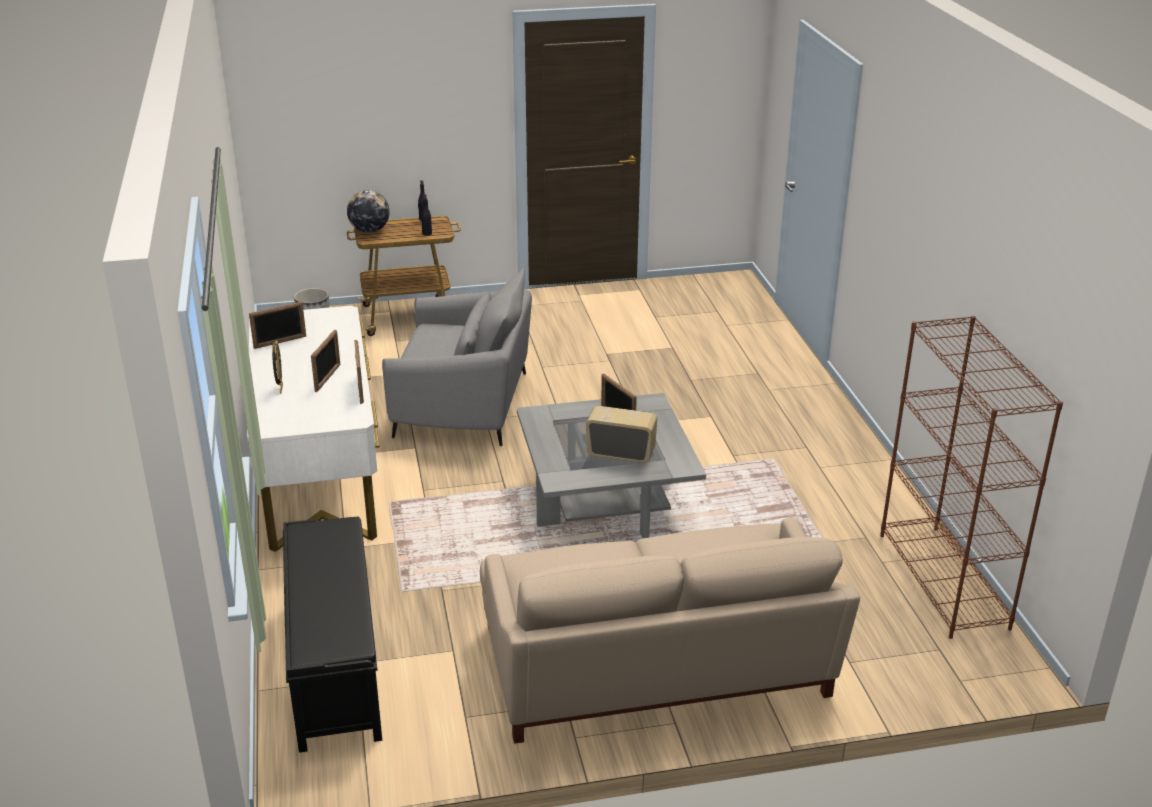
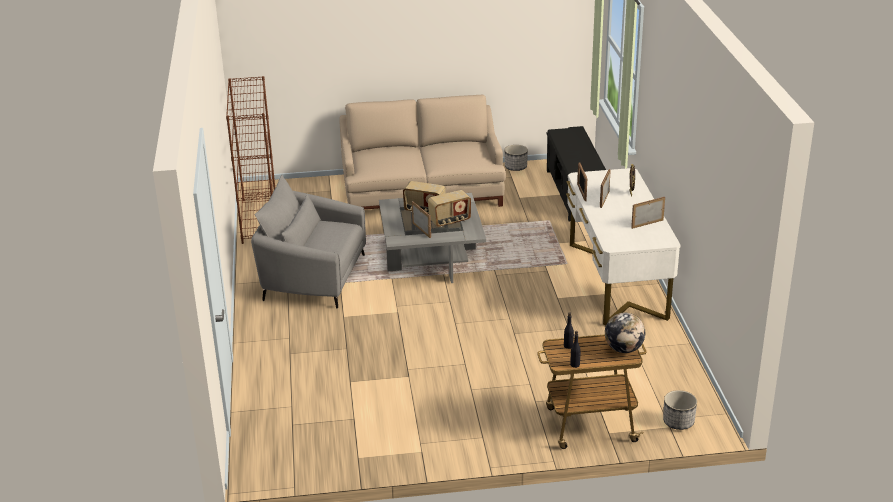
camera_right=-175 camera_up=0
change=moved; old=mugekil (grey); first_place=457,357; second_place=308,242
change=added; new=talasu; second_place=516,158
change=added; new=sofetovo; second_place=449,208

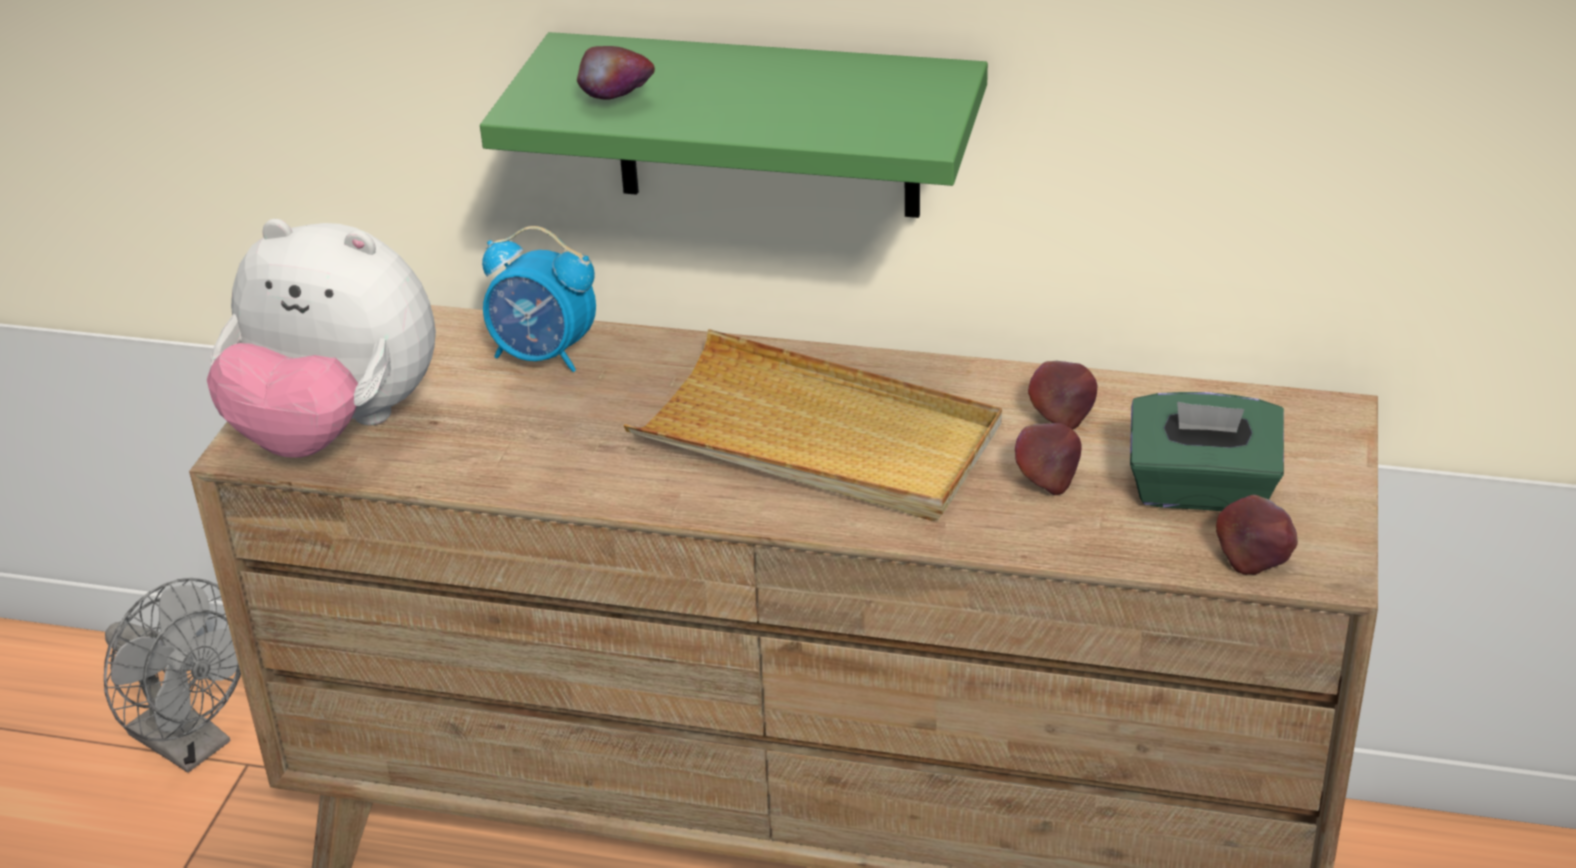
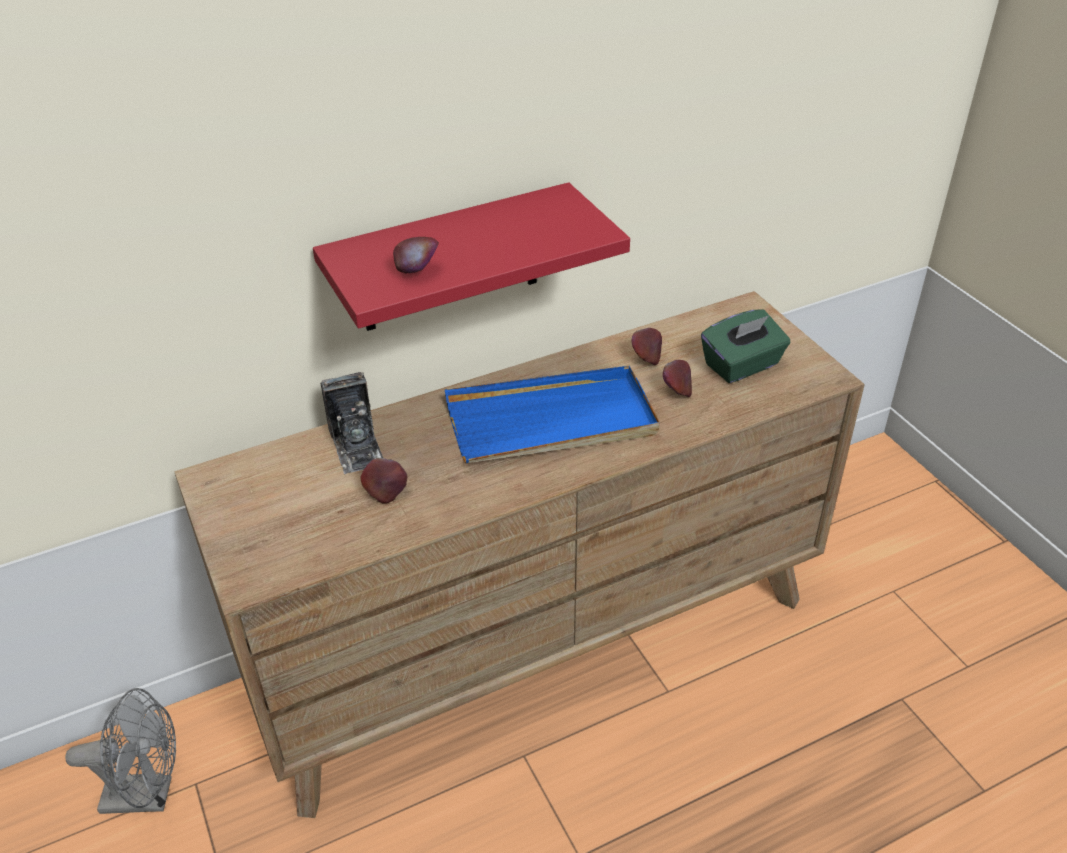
camera_right=-40 camera_up=5
change=recoloured; old=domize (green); new=domize (red); first_place=734,125; second_place=471,256
change=removed; old=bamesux; first_place=321,338
change=replaced; old=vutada; new=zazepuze; first_place=539,299; second_place=352,423
change=recoloured; old=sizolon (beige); new=sizolon (blue); first_place=812,425; second_place=552,414
change=moved; old=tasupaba; first_place=1257,535; second_place=384,481

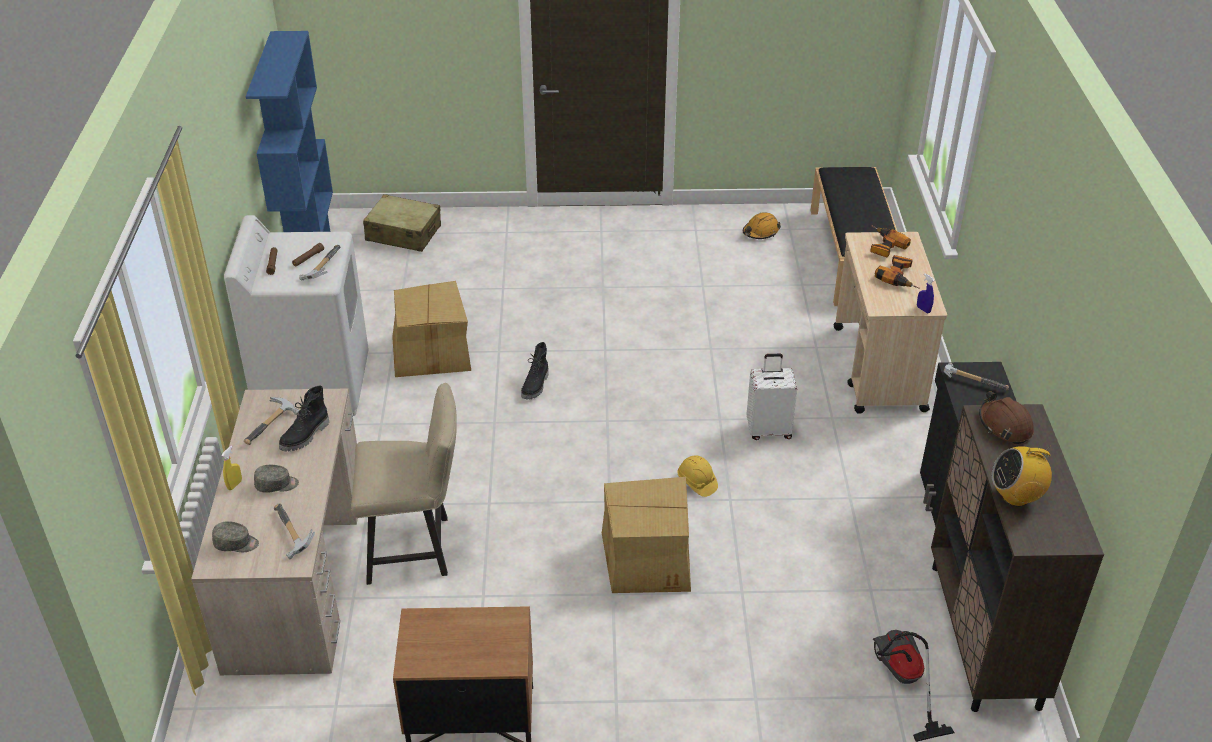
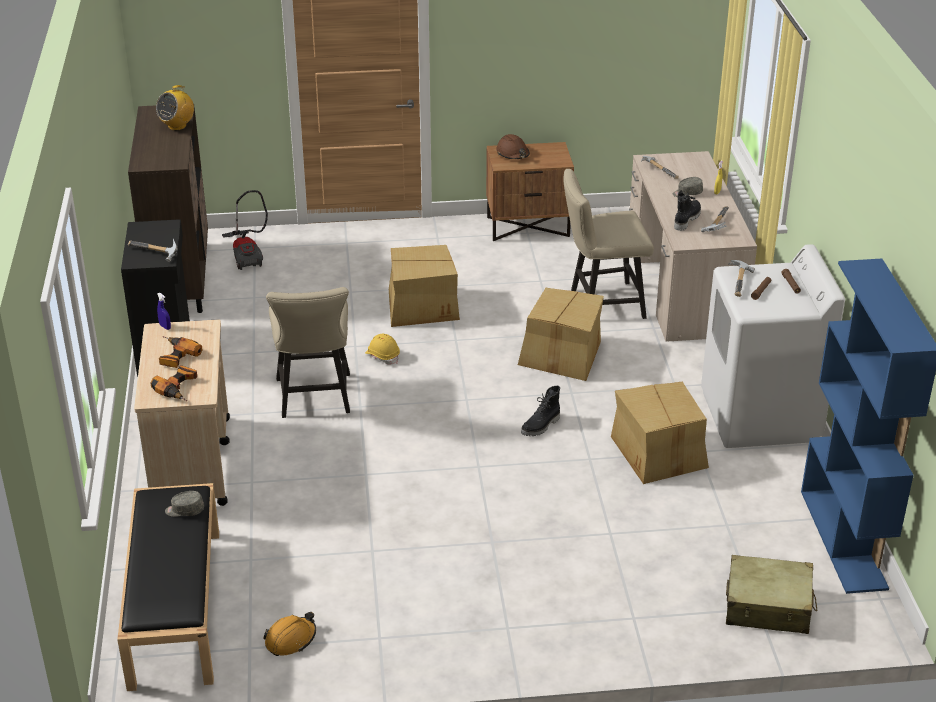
camera_right=175 camera_up=-5
change=turned; old=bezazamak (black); first_place=534,371; second_place=540,411; degrees=-150
change=replaced; old=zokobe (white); new=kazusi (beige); first_place=771,397; second_place=308,352
change=moved; old=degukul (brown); first_place=1006,417; second_place=513,146
change=turned; old=sofetovo; first_place=1022,476; second_place=175,108; degrees=135
change=moved; old=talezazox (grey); first_place=235,536; second_place=184,504
change=added; new=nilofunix; second_place=561,334

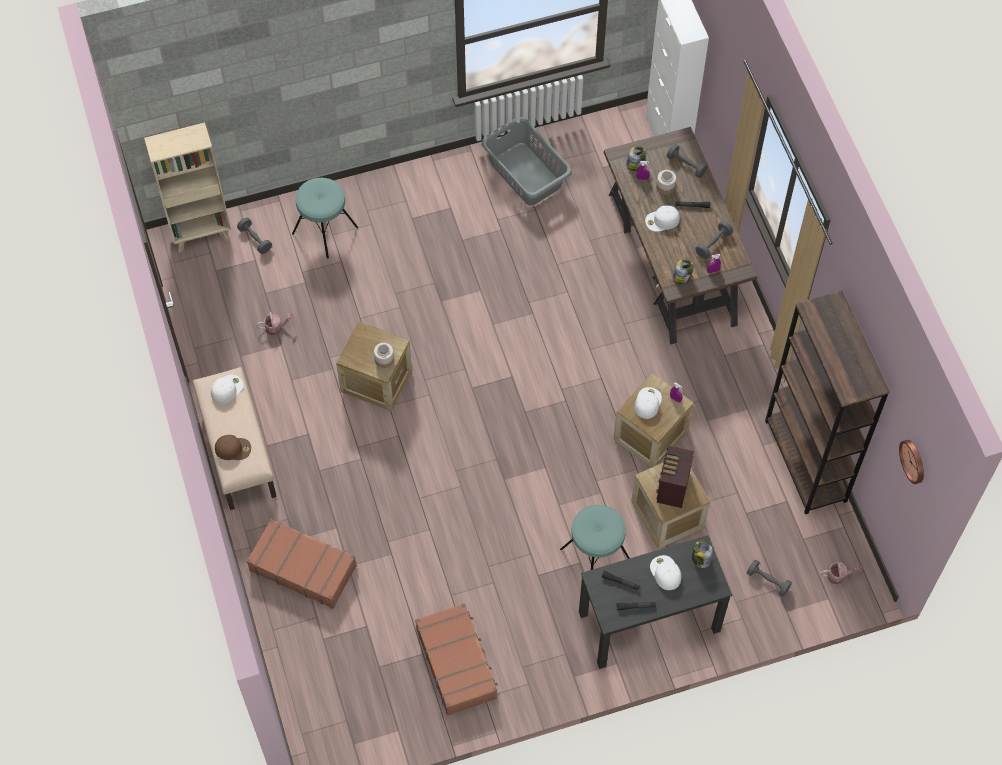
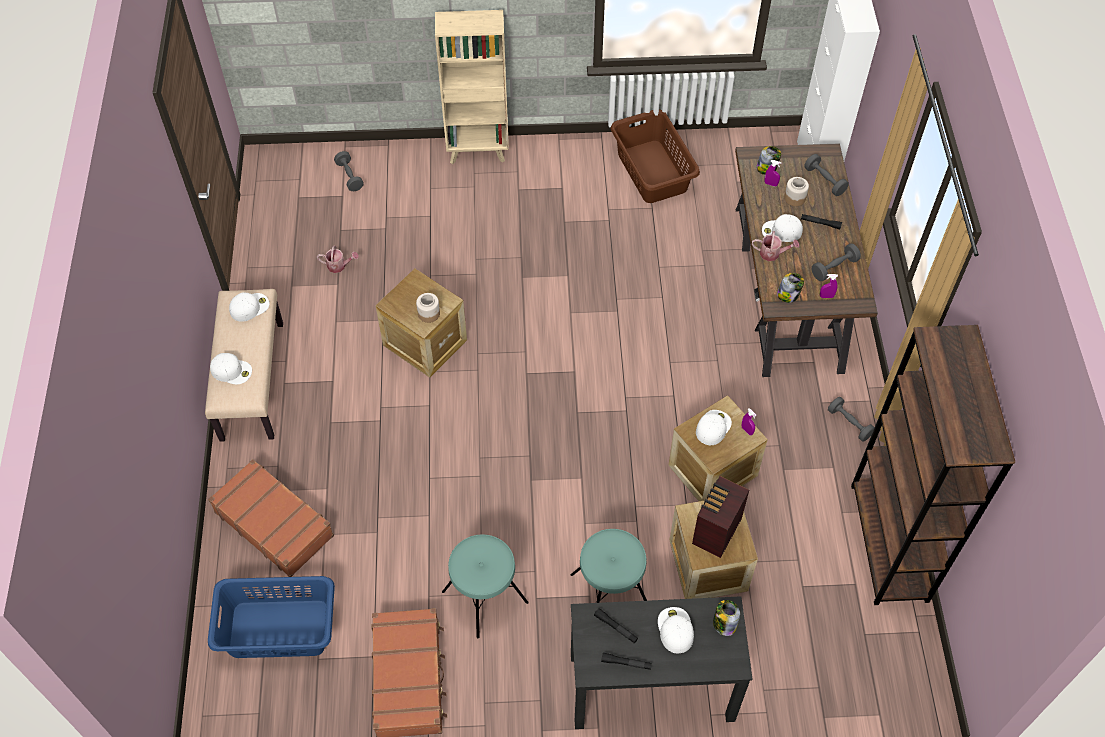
camera_right=15 camera_up=-5
change=recoloured; old=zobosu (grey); new=zobosu (brown); first_place=526,161; second_place=655,156
change=moved; old=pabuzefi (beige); first_place=187,187; second_place=472,87
change=moved; old=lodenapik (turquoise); first_place=325,218; second_place=485,586
change=recoloured; old=talezazox (brown); new=talezazox (white); first_place=233,447; second_place=231,368
change=removed; old=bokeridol; first_place=911,462
change=moved; old=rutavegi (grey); first_place=769,578; second_place=851,419
change=moved; old=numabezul; first_place=841,572; second_place=775,246
change=added; new=zobosu (blue); second_place=271,617

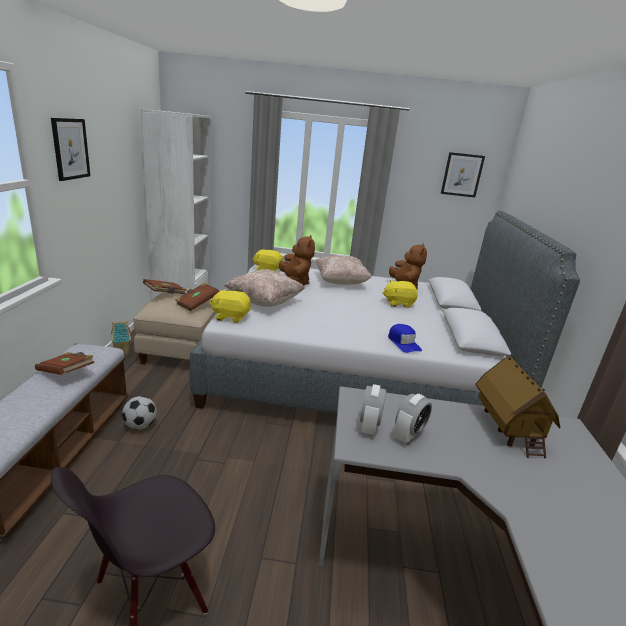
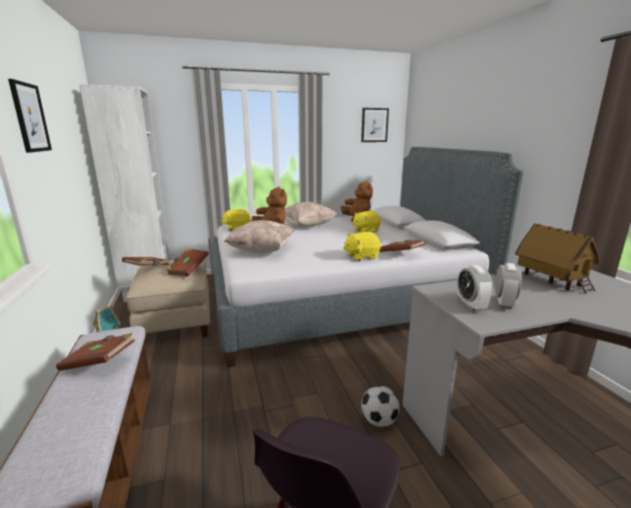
camera_right=-20 camera_up=-5
change=moved; old=bamesux (yellow); first_place=230,306; second_place=362,246
change=replaced; old=talezazox (blue); new=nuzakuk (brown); first_place=405,338; second_place=402,245
change=moved; old=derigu; first_place=139,413; second_place=380,406

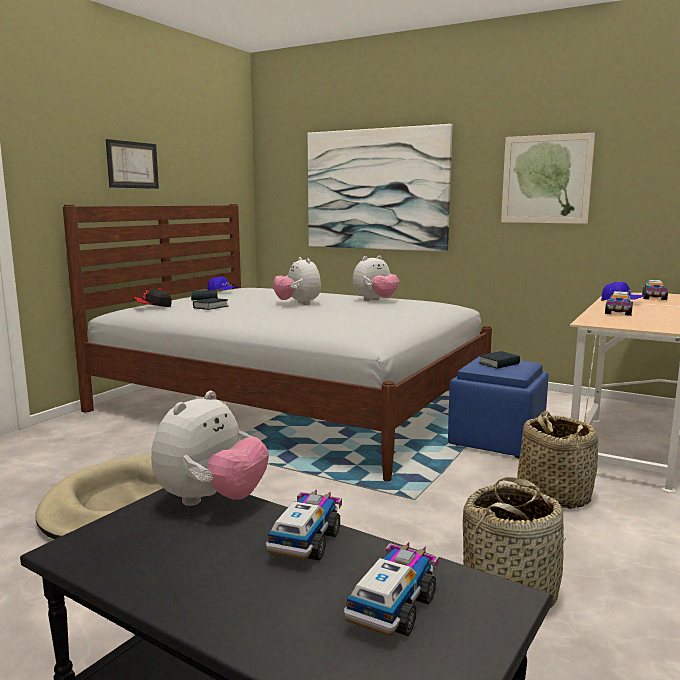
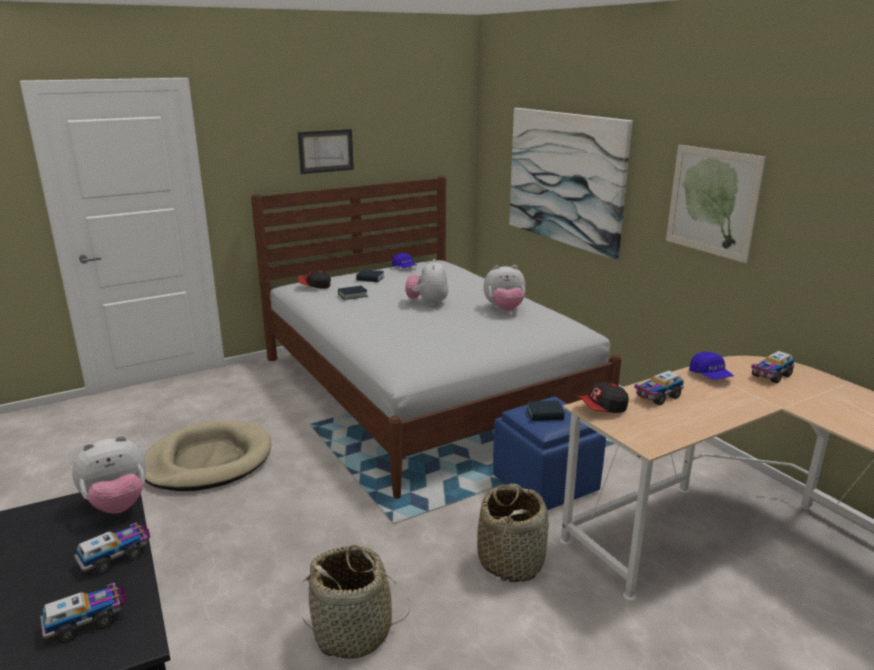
camera_right=30 camera_up=10
change=added; new=talezazox; second_place=602,397

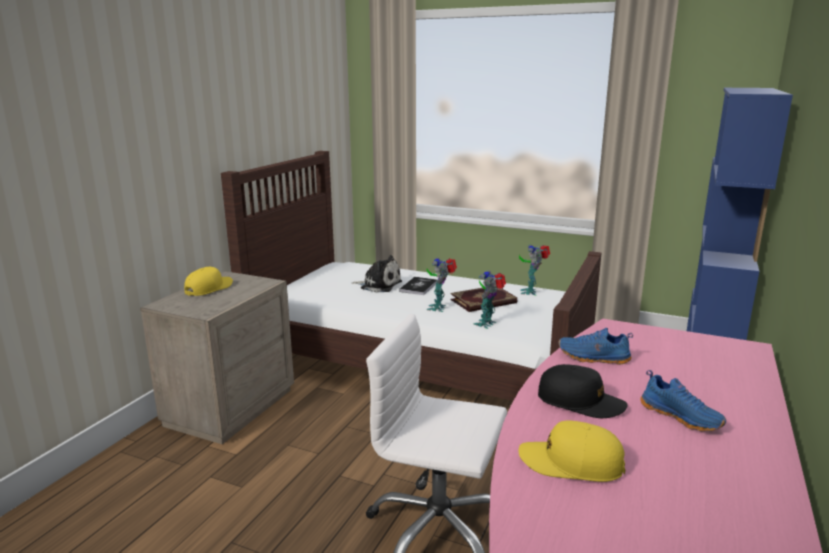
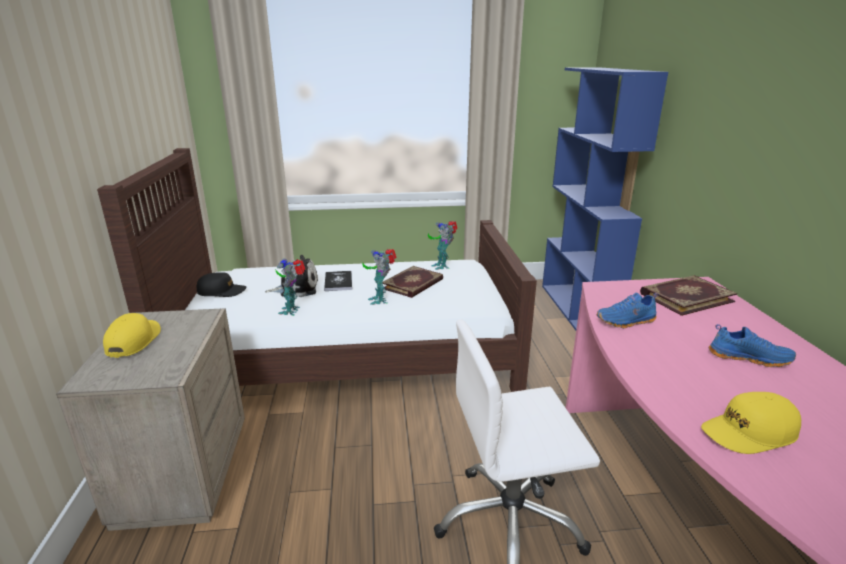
camera_right=-30 camera_up=5
change=moved; old=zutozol; first_place=489,299; second_place=290,287
change=moved; old=talezazox (black); first_place=583,391; second_place=222,284
change=added; new=nuzakuk; second_place=688,295

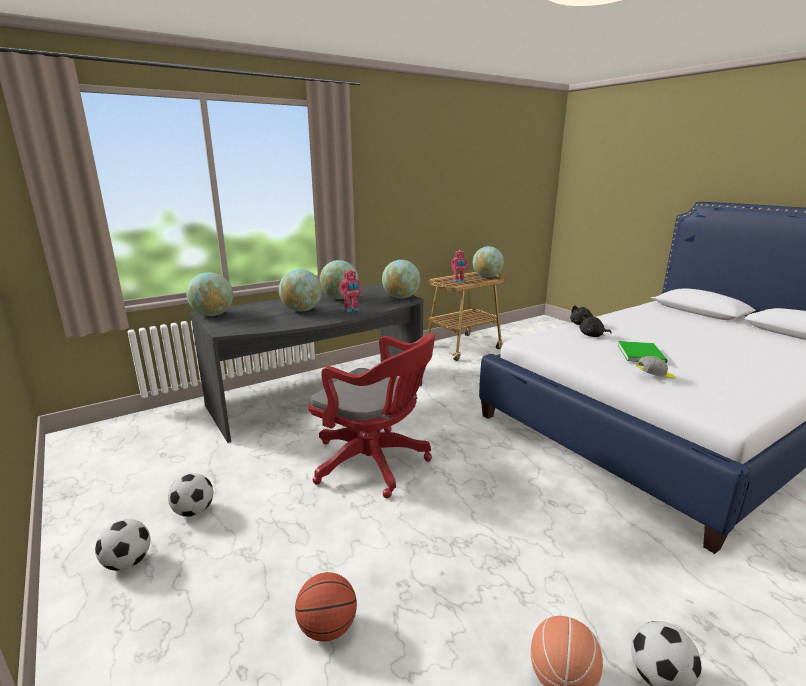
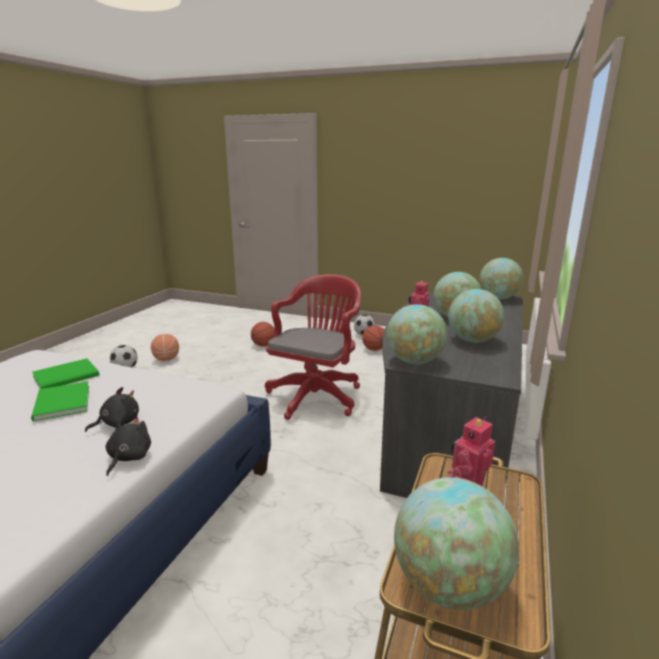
camera_right=145 camera_up=0
change=turned; old=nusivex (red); first_place=371,415; second_place=313,347; degrees=120
change=replaced; old=talezazox; new=nuzakuk (green); first_place=656,367; second_place=65,373
change=replaced; old=derigu; new=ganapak; first_place=190,495; second_place=373,338

